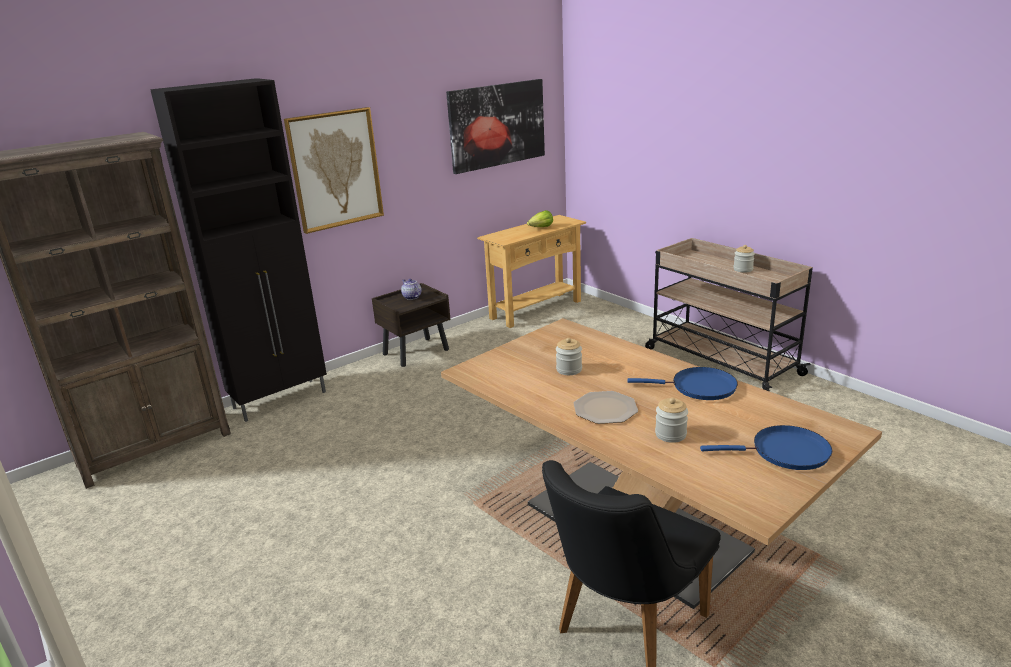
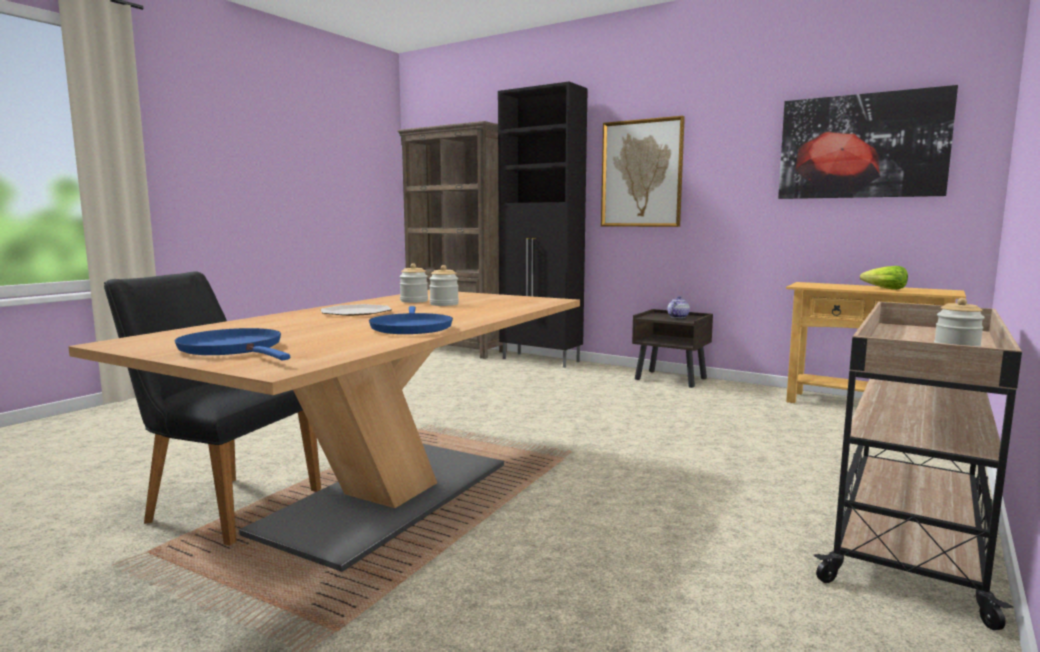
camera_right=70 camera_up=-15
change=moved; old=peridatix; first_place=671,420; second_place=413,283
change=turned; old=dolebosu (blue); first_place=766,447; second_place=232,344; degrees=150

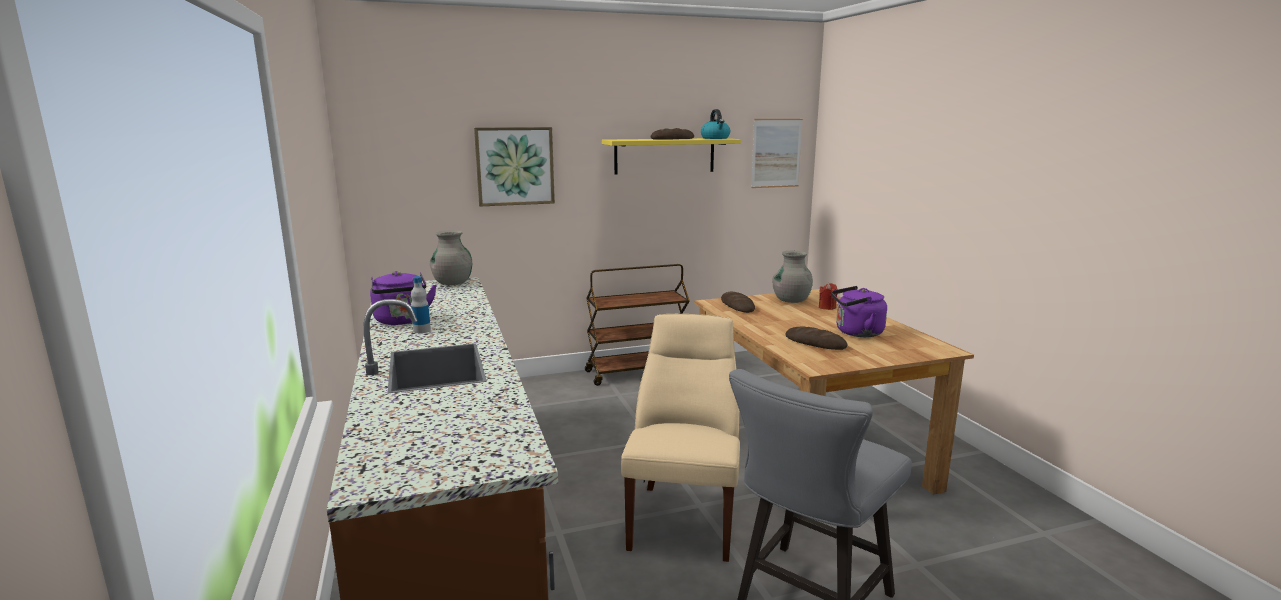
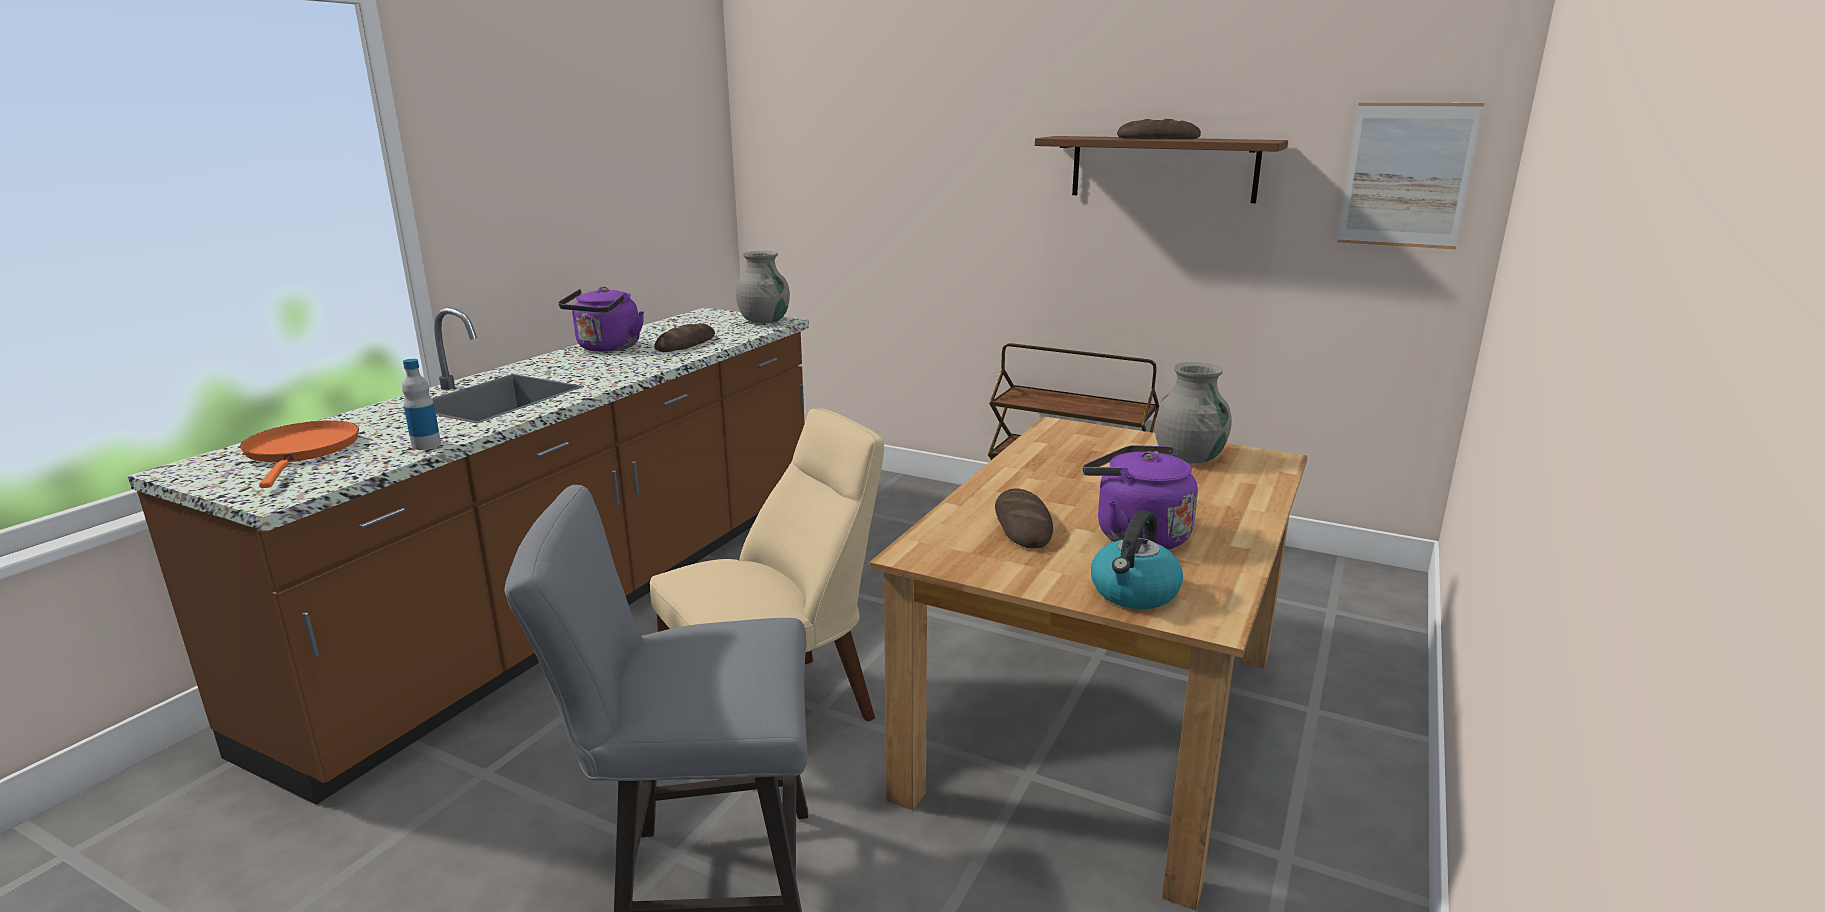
camera_right=45 camera_up=5
change=moved; old=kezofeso; first_place=715,124; second_place=1137,559
change=removed; old=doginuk; first_place=514,166
change=recoloured; old=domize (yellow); new=domize (brown); first_place=671,156; second_place=1161,169
change=moved; old=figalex; first_place=421,304; second_place=421,404
change=removed; old=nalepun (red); first_place=828,296
change=moved; old=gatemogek; first_place=738,302; second_place=684,337
change=added; new=dolebosu (orange); second_place=299,454

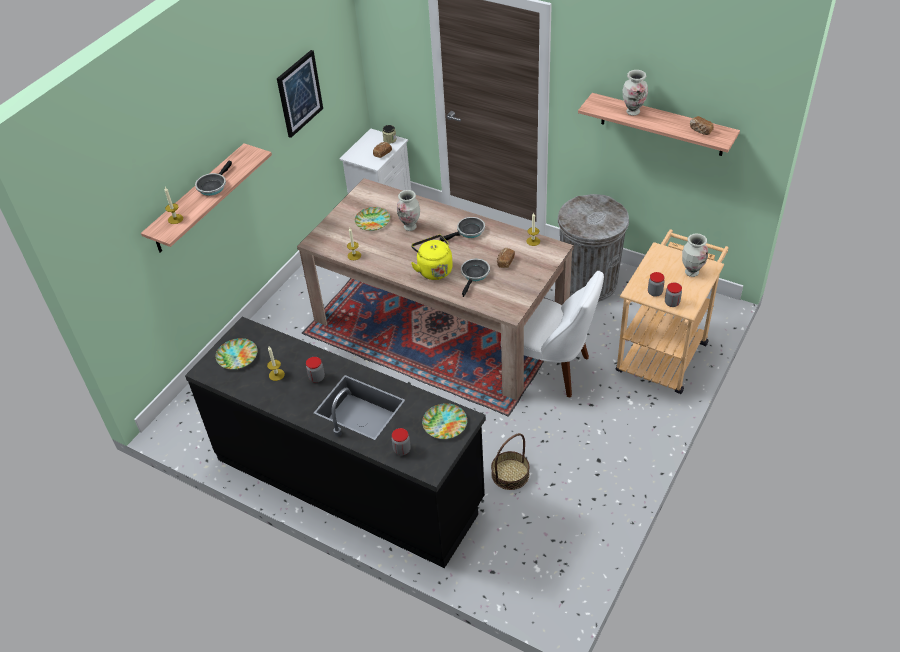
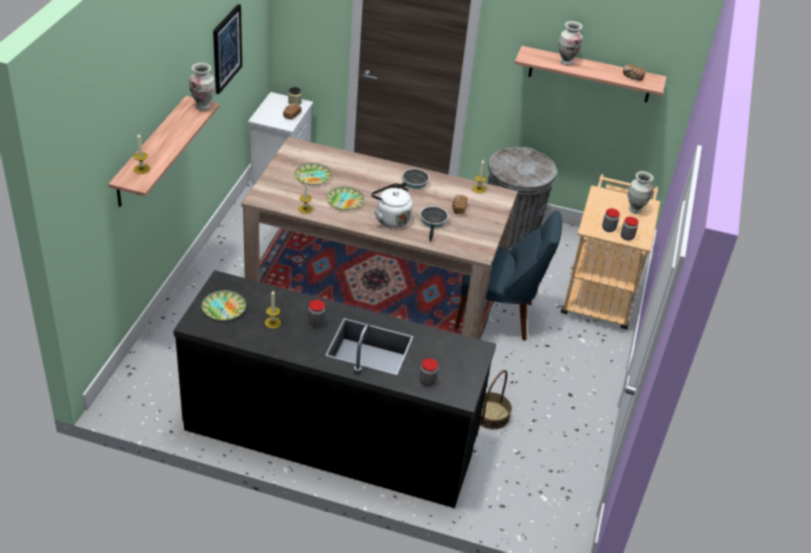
camera_right=-20 camera_up=-5
change=removed; old=dolebosu; first_place=213,178
change=moved; old=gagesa; first_place=408,210; second_place=202,86
change=recoloured; old=kezofeso (yellow); new=kezofeso (white); first_place=432,257; second_place=392,205
change=recoloured; old=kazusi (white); new=kazusi (blue); first_place=564,334; second_place=508,275
change=moved; old=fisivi; first_place=444,421; second_place=345,198

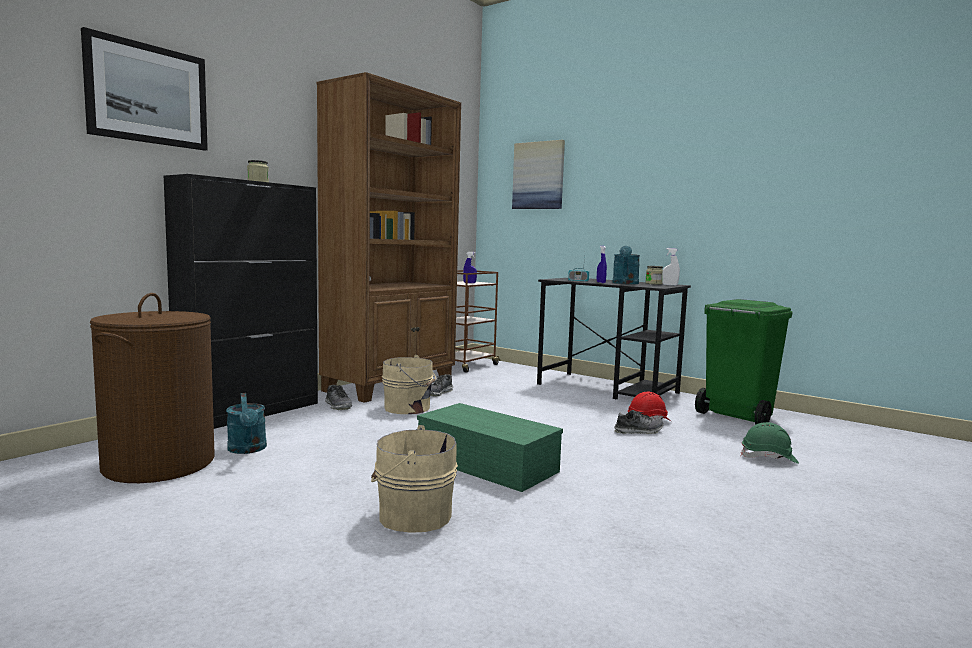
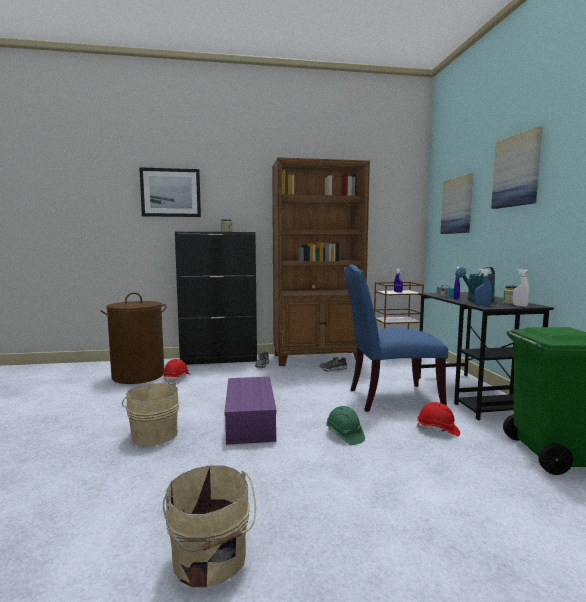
camera_right=45 camera_up=0
change=moved; old=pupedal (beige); first_place=409,384; second_place=209,526
change=replaced; old=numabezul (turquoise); new=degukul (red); first_place=246,423; second_place=176,371
change=recoloured; old=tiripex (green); new=tiripex (purple); first_place=490,447; second_place=250,411
change=removed; old=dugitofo; first_place=639,422
change=moved; old=degukul (green); first_place=770,443; second_place=345,425
change=added; new=doginuk; second_place=516,167
change=added; new=kazusi (blue); second_place=395,338
change=added; new=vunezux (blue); second_place=483,287

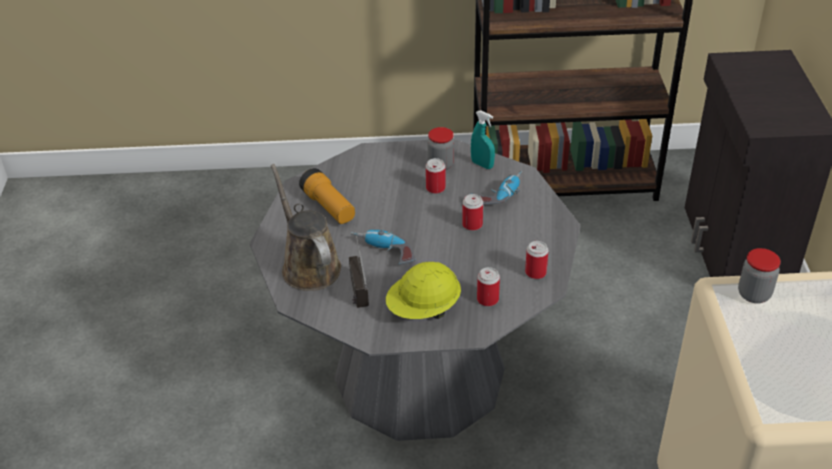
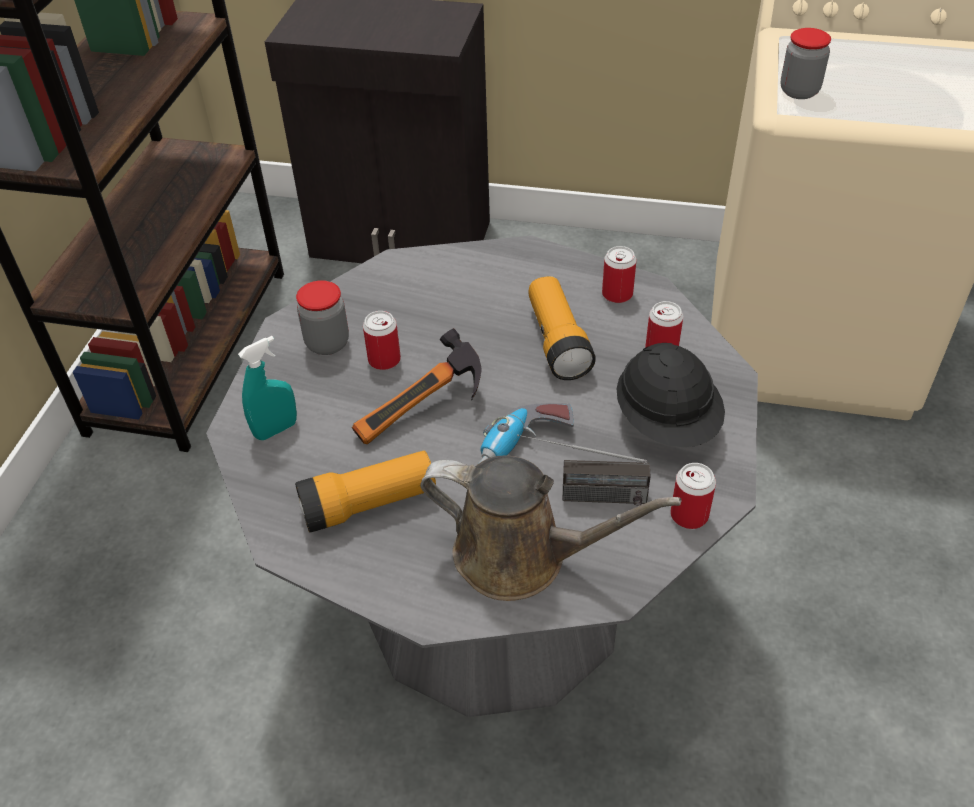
camera_right=-75 camera_up=5
change=moved; old=vunezux (turquoise); first_place=483,139; second_place=267,388
change=turned; old=numabezul (brown); first_place=306,227; second_place=550,528; degrees=-150
change=removed; old=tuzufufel; first_place=497,187
change=moved; old=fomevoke; first_place=472,212; second_place=693,496
change=recoloured; old=degukul (yellow); new=degukul (black); first_place=423,290; second_place=671,395
change=added; new=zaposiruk; second_place=562,328
change=added; new=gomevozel; second_place=417,386

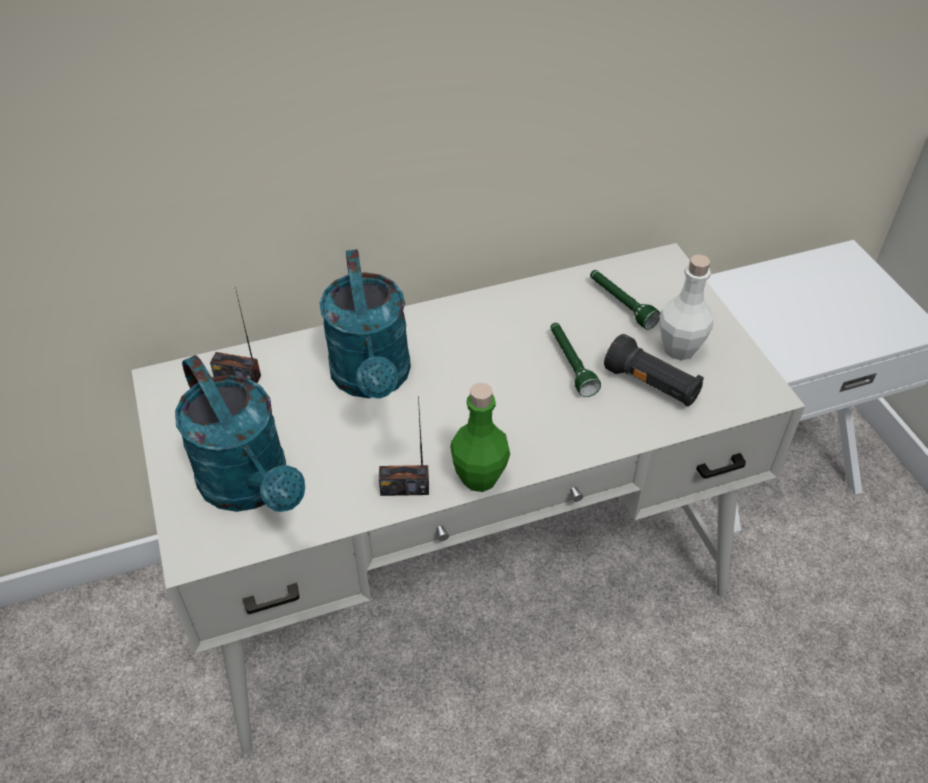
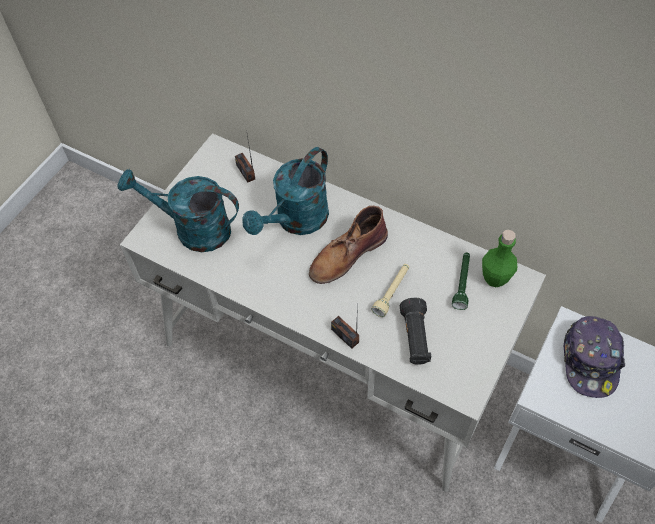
camera_right=50 camera_up=10
change=removed; old=figalex (white); first_place=686,307
change=recoloured; old=zaposiruk (green); new=zaposiruk (beige); first_place=575,360; second_place=390,290
change=turned; old=numabezul (turquoise); first_place=240,433; second_place=178,210; degrees=90
change=moved; old=figalex (green); first_place=480,437; second_place=499,258
change=moved; old=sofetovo; first_place=404,445; second_place=345,325
change=added; new=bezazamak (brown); second_place=348,245
change=added; new=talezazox; second_place=594,357

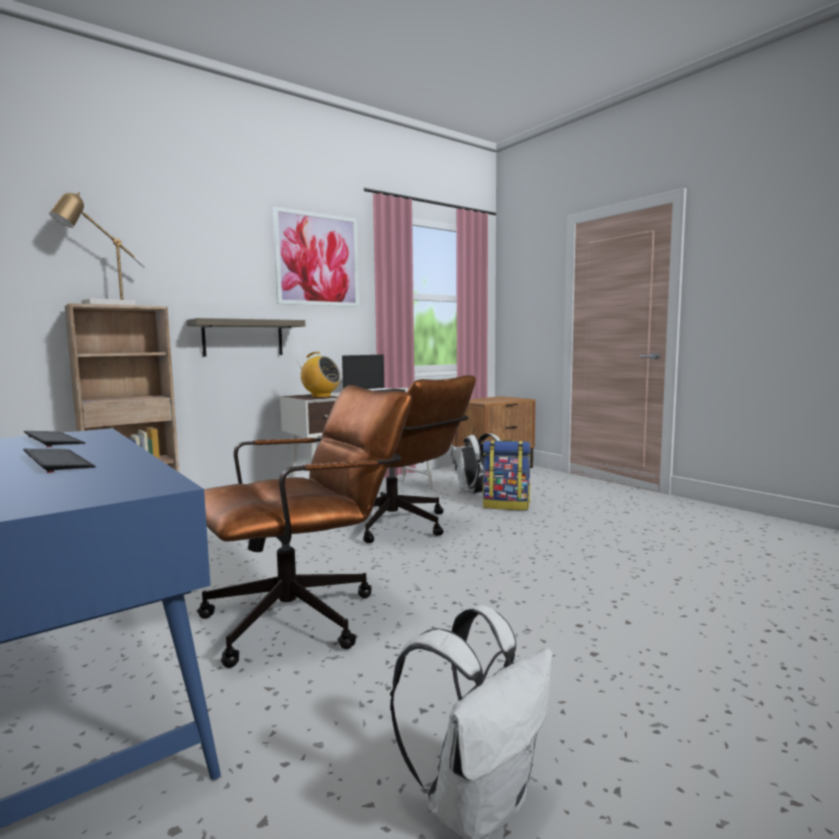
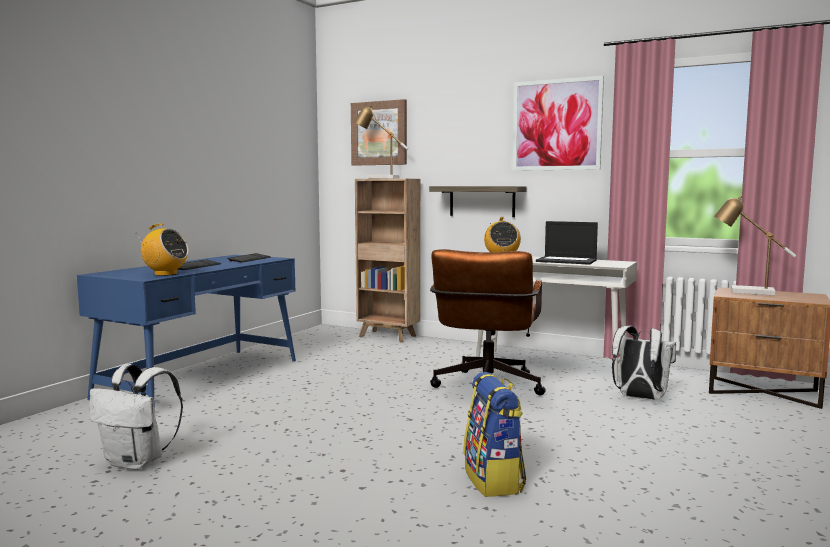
camera_right=65 camera_up=0
change=removed; old=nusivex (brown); first_place=304,526
change=moved; old=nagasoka; first_place=507,475; second_place=494,434
change=added; new=doginuk; second_place=379,132
change=added; new=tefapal; second_place=755,245
change=added; new=sofetovo; second_place=162,249

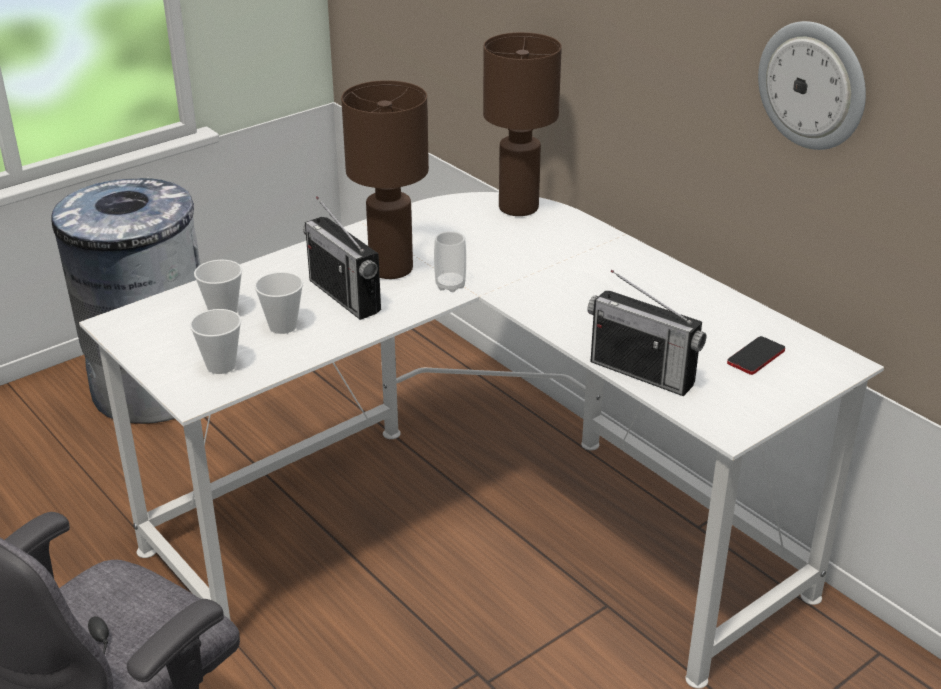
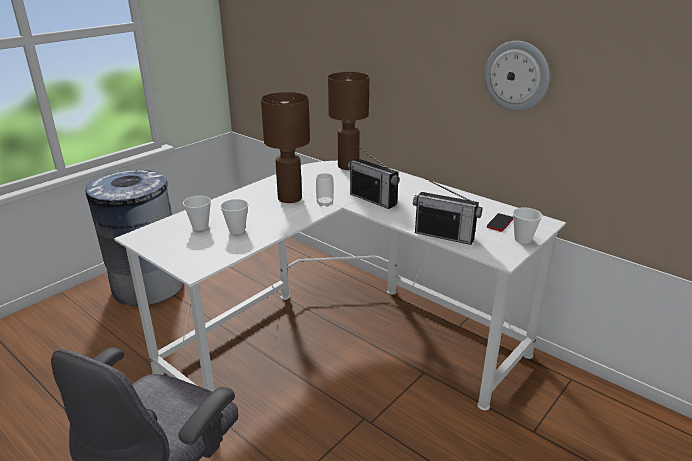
camera_right=-10 camera_up=-5
change=moved; old=sofetovo; first_place=342,258; second_place=374,177
change=moved; old=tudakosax; first_place=215,341; second_place=527,226

